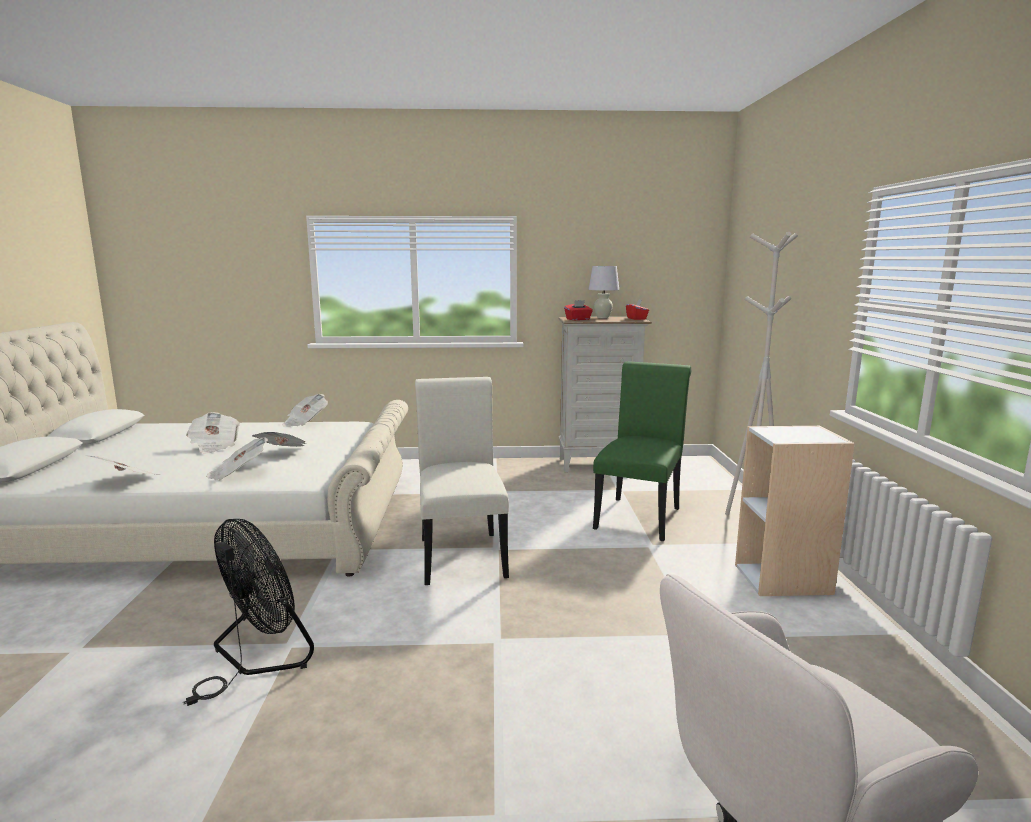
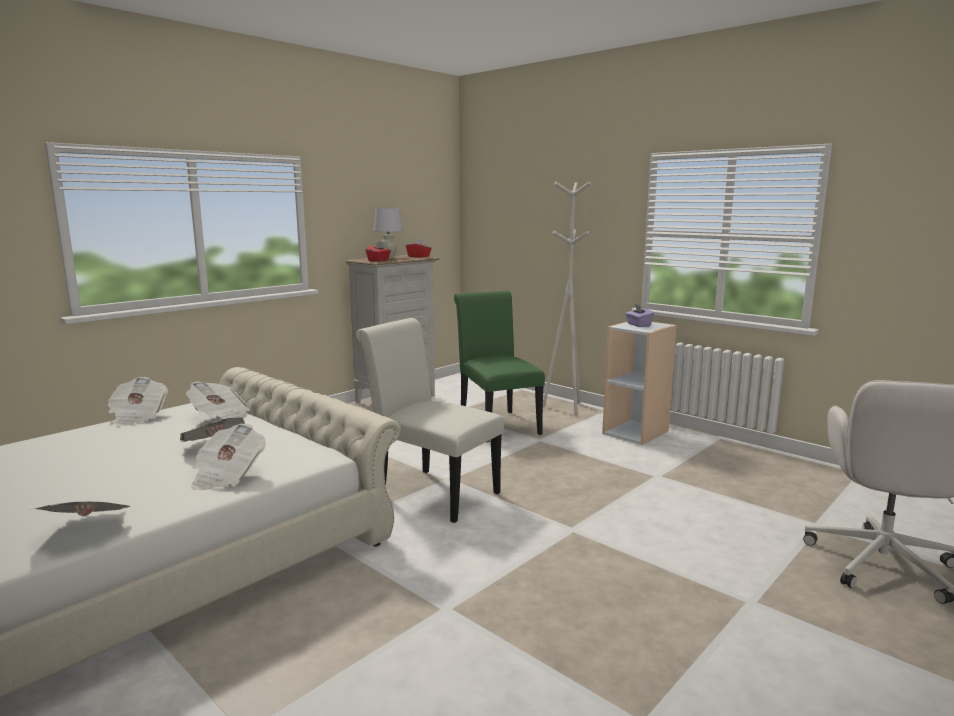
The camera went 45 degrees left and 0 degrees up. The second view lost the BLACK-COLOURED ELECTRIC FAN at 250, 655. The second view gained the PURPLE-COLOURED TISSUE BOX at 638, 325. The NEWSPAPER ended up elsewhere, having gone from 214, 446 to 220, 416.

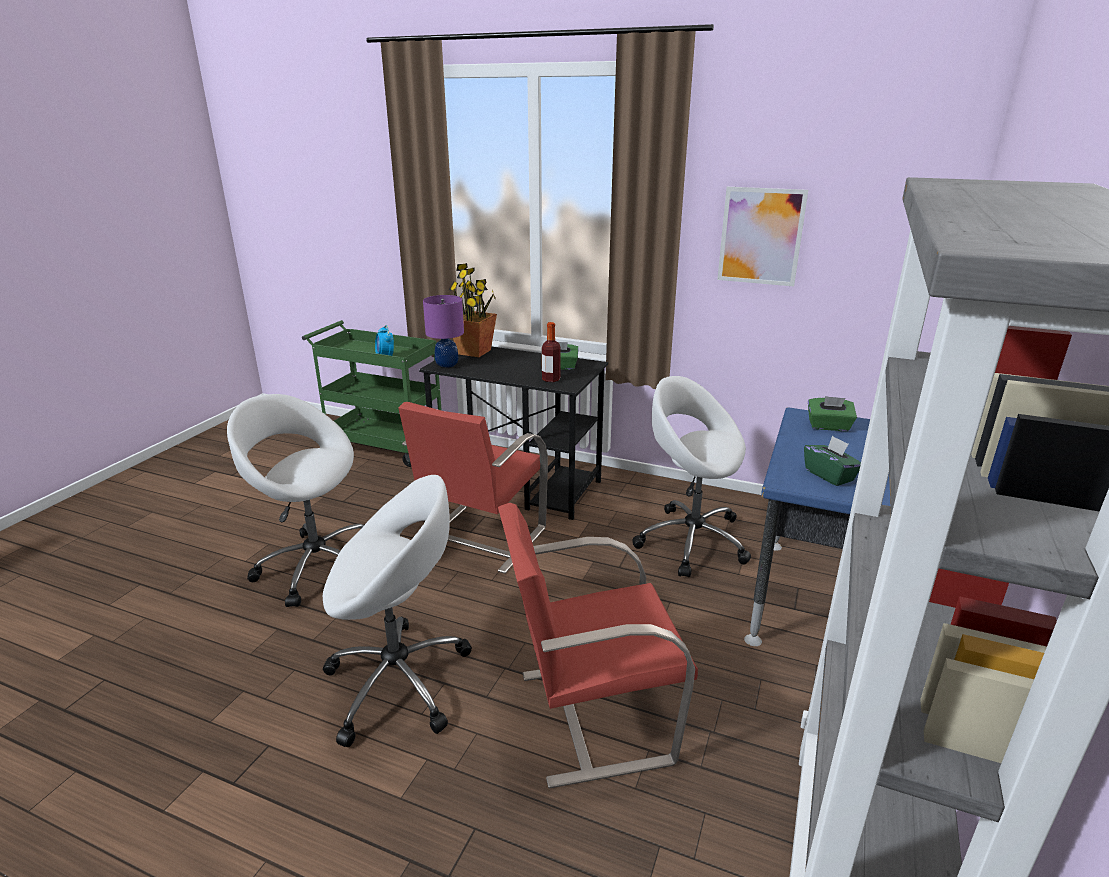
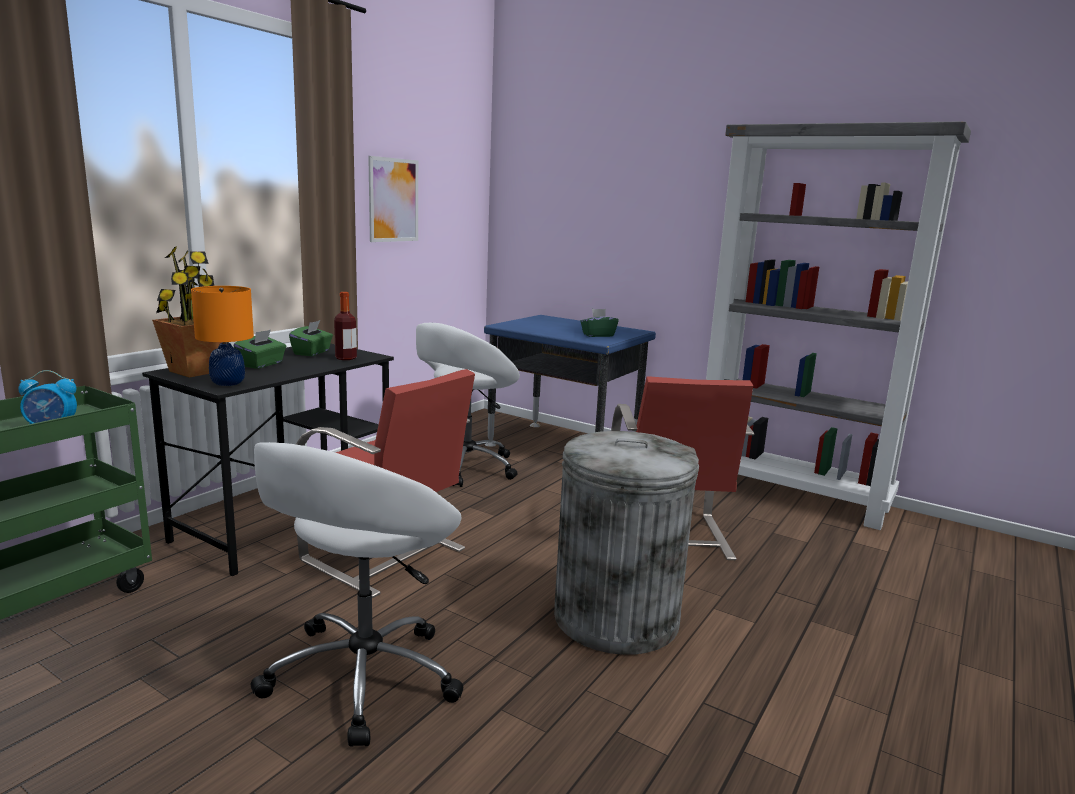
The camera went 80 degrees left and 10 degrees down. The GREENISH TISSUE BOX ended up elsewhere, having gone from 828, 426 to 261, 364. Where the WHITE-COLOURED OFFICE CHAIR stood at 401, 681, the GREYISH TRASH CAN came to stand at 616, 616. What was the PURPLE-COLOURED LAMP FOR A TABLE at 447, 365 turned into the ORANGE LAMP FOR A TABLE at 229, 383.

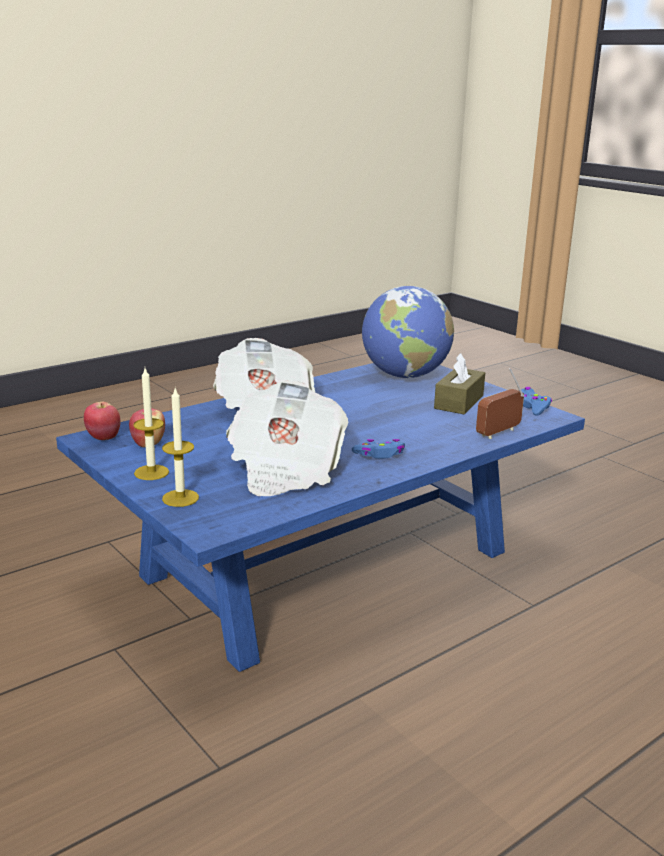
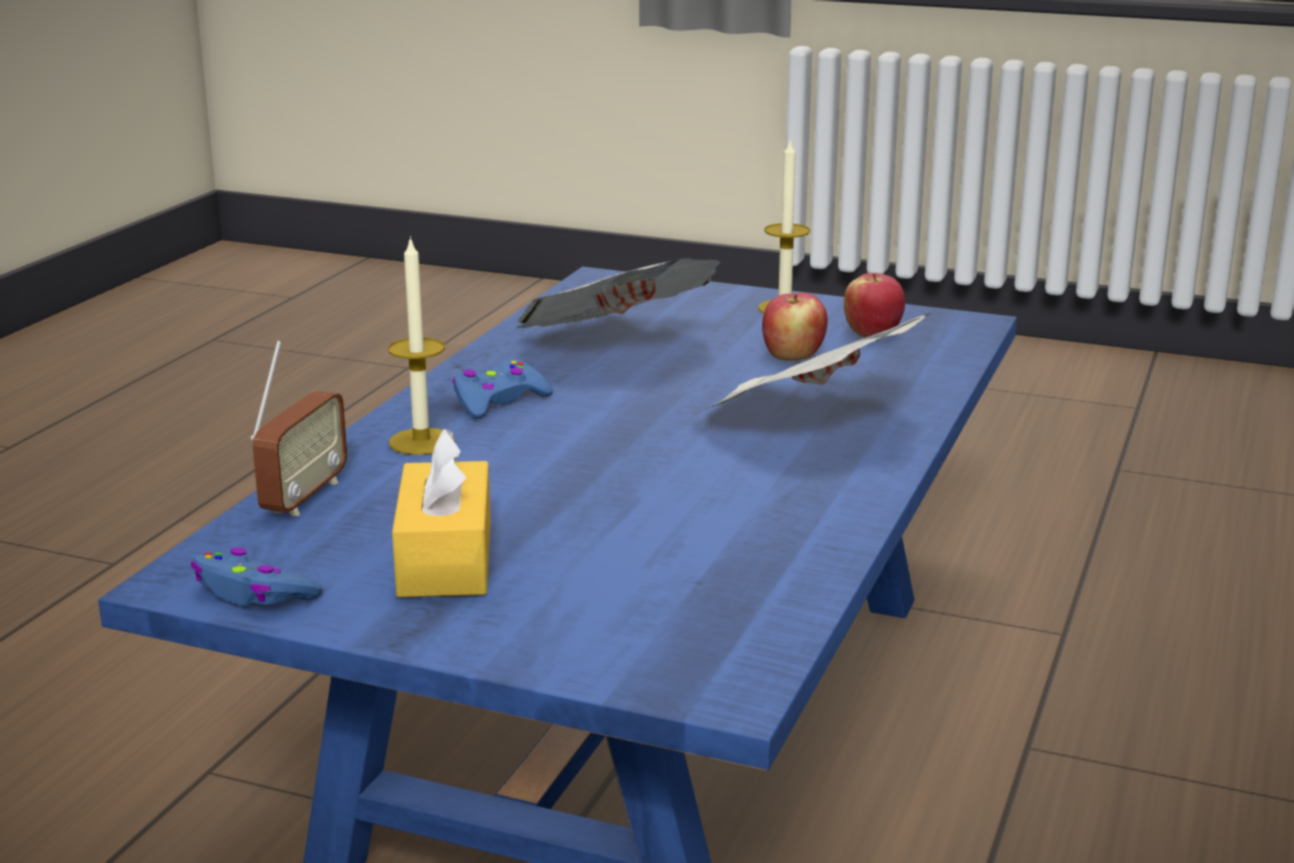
The camera went 150 degrees right and 0 degrees up. The second view lost the WORLD GLOBE at 405, 375. The APPLE FRUIT ended up elsewhere, having gone from 103, 437 to 792, 357. The WAX CANDLE ended up elsewhere, having gone from 180, 498 to 421, 441. What was the BROWNISH TISSUE BOX at 459, 402 turned into the YELLOW-COLOURED TISSUE BOX at 445, 558.

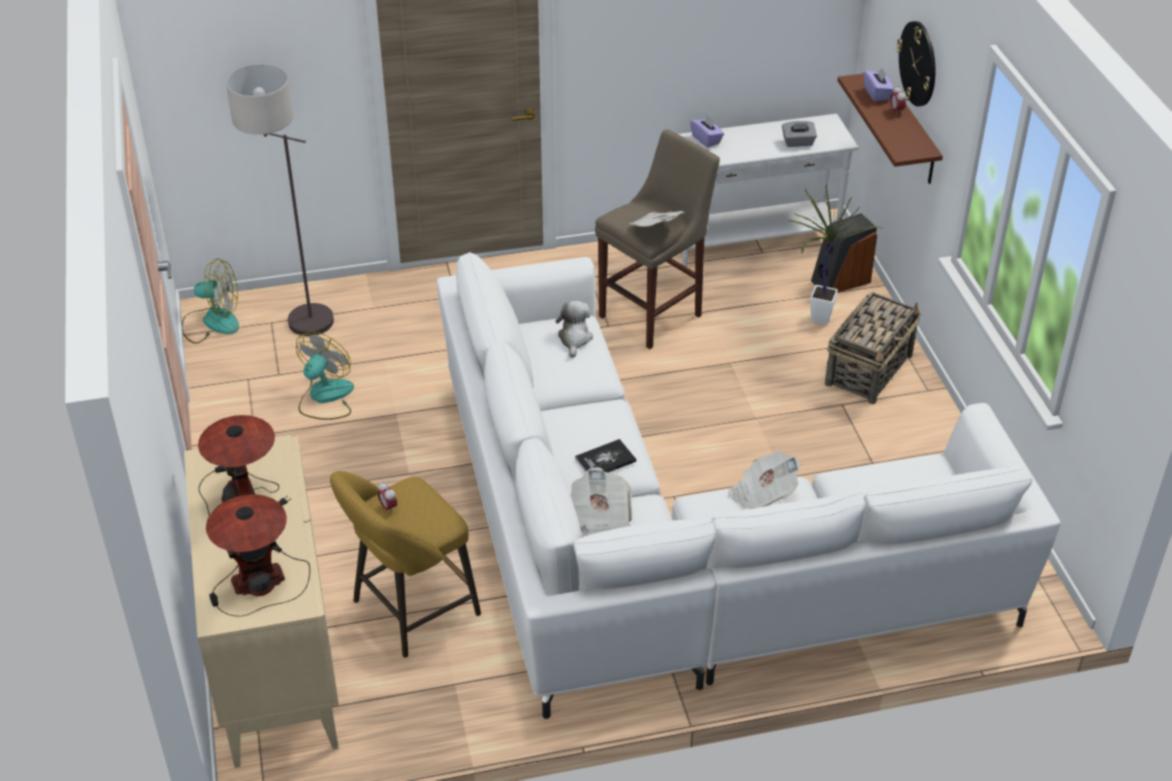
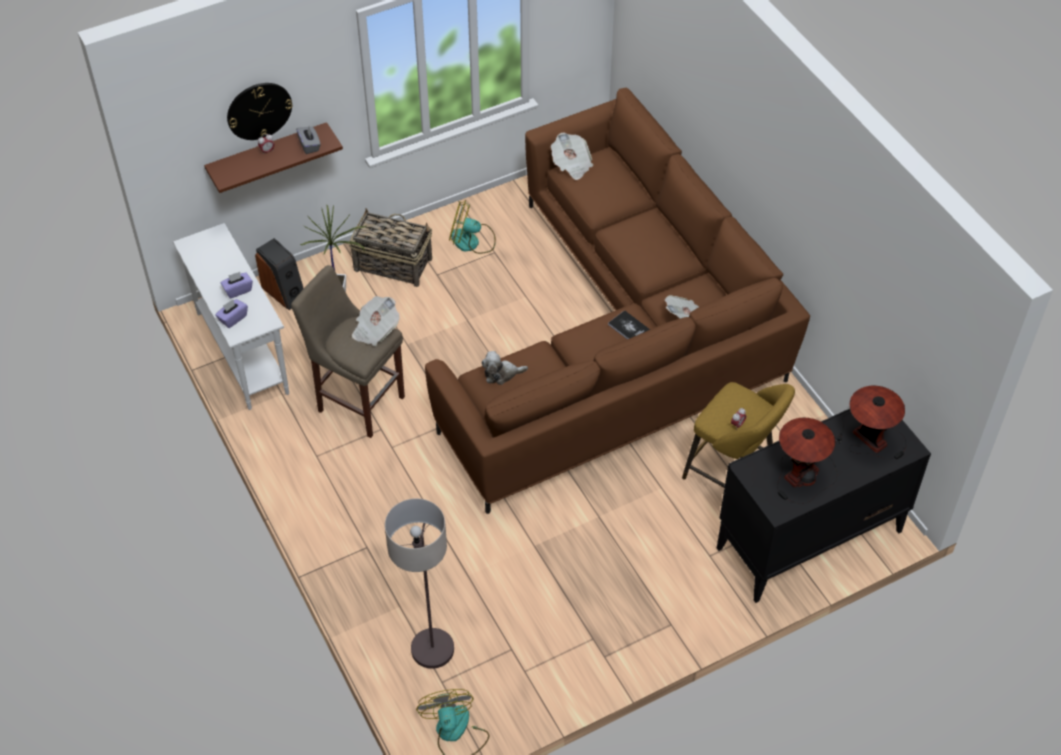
The camera went 105 degrees left and 10 degrees up. The ELECTRIC FAN ended up elsewhere, having gone from 325, 398 to 472, 241. The NEWSPAPER ended up elsewhere, having gone from 762, 494 to 571, 164. The GREYISH TISSUE BOX ended up elsewhere, having gone from 798, 142 to 309, 145. The PURPLE-COLOURED TISSUE BOX ended up elsewhere, having gone from 877, 94 to 238, 290. What was the BEIGE-COLOURED STORAGE CABINET at 276, 660 turned into the BLACK-COLOURED STORAGE CABINET at 808, 540. What was the WHITE-COLOURED COUCH at 673, 551 turned into the BROWNISH COUCH at 619, 343.

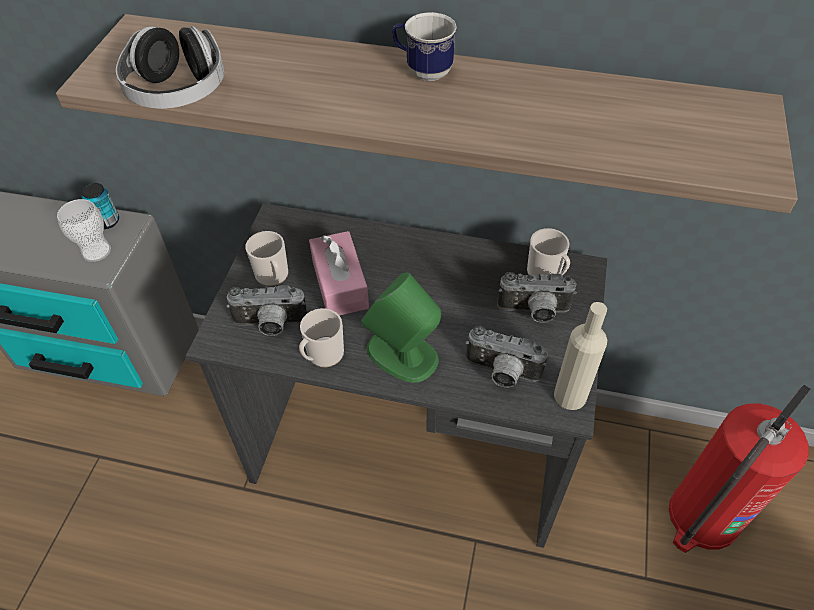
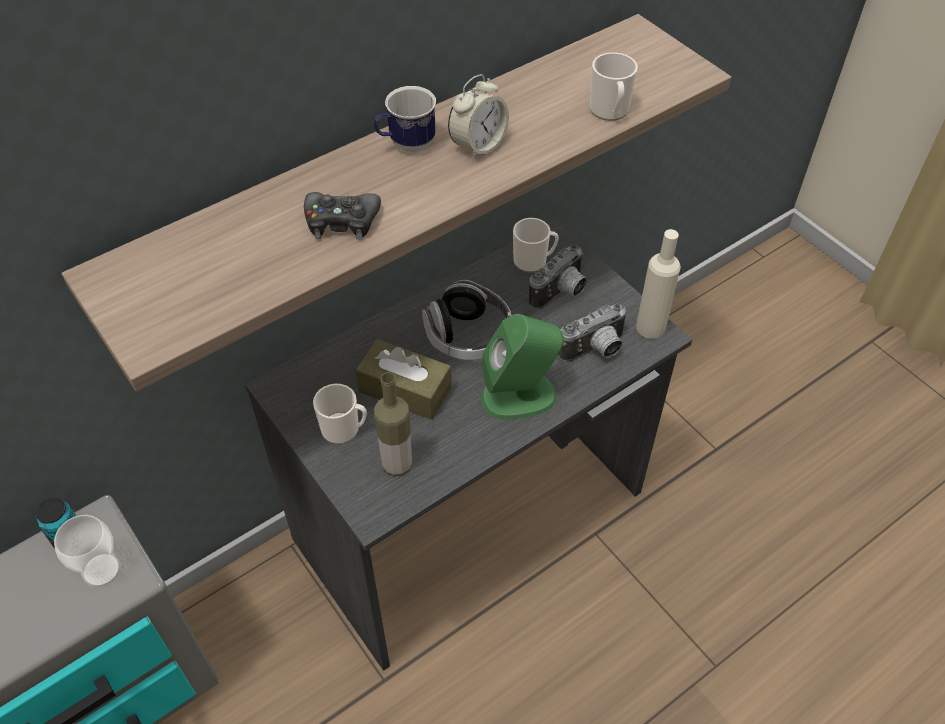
The camera went 50 degrees left and 0 degrees up. The second view lost the EXTINGUISHER at 702, 517. The second view gained the BLACK-COLOURED GAME CONTROLLER at 341, 221. The second view gained the BEDSIDE CLOCK at 478, 145. The PAIR OF HEADPHONES ended up elsewhere, having gone from 178, 92 to 468, 336. The MUG ended up elsewhere, having gone from 322, 355 to 610, 112. Where the STILL CAMERA stood at 270, 325, the BOTTLE came to stand at 397, 465. What was the PINK TISSUE BOX at 340, 284 turned into the BROWNISH TISSUE BOX at 405, 390.

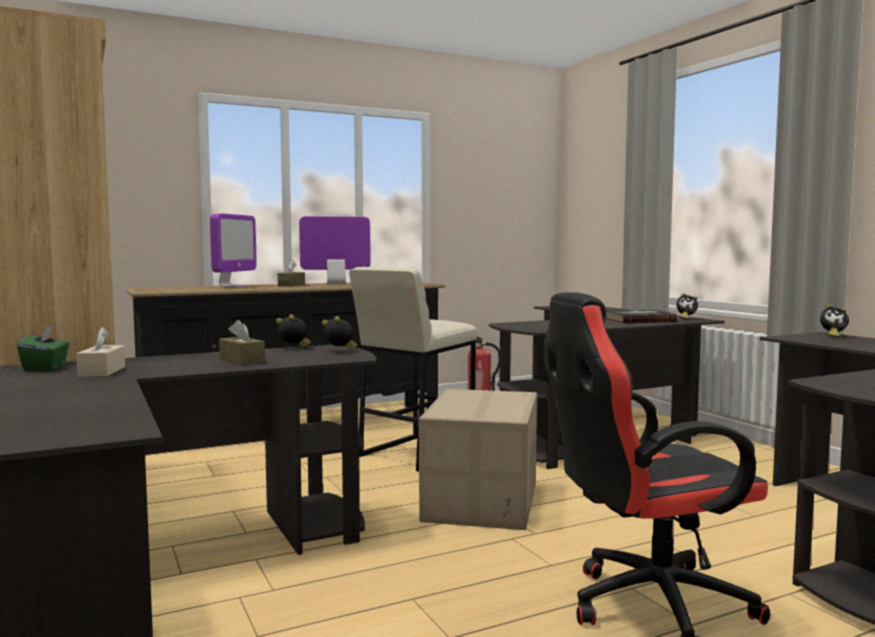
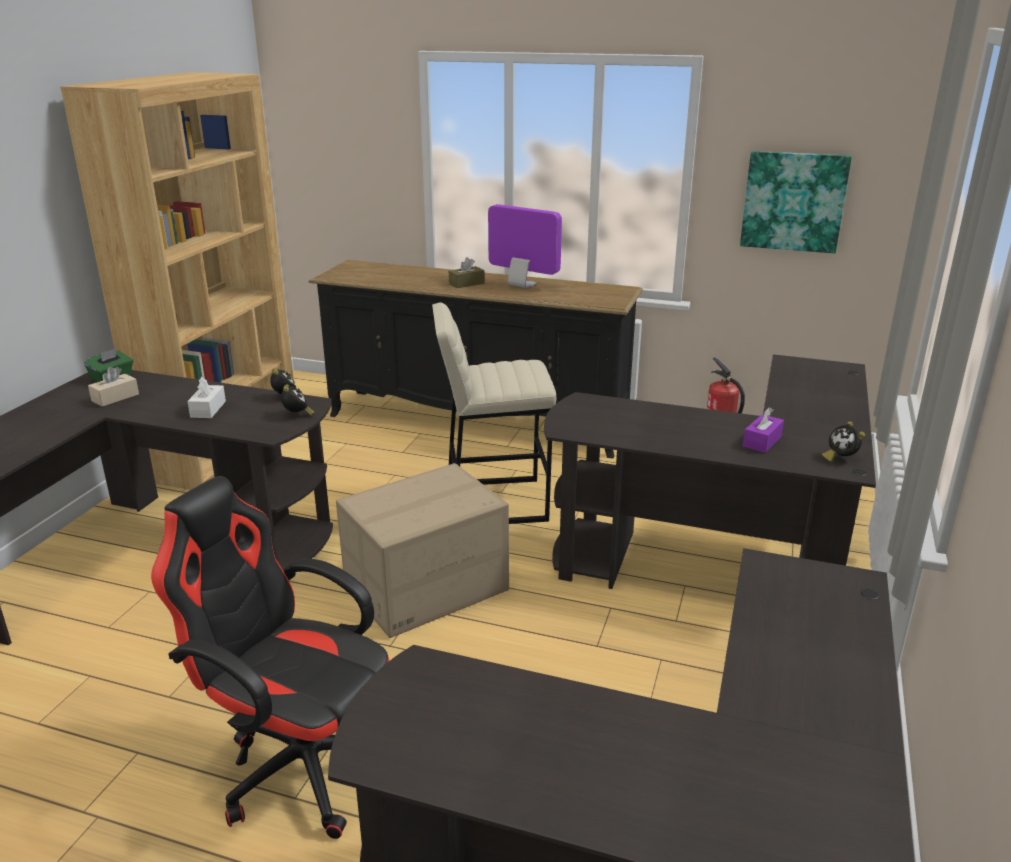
The camera went 45 degrees right and 20 degrees up. The second view lost the COMPUTER SCREEN at 233, 286. The second view lost the BEDSIDE CLOCK at 832, 336. The second view gained the PICTURE at 793, 201. Where the BOUND BOOK stood at 639, 320, the PURPLE-COLOURED TISSUE BOX came to stand at 762, 441. What was the BROWNISH TISSUE BOX at 242, 360 turned into the WHITE-COLOURED TISSUE BOX at 208, 409.

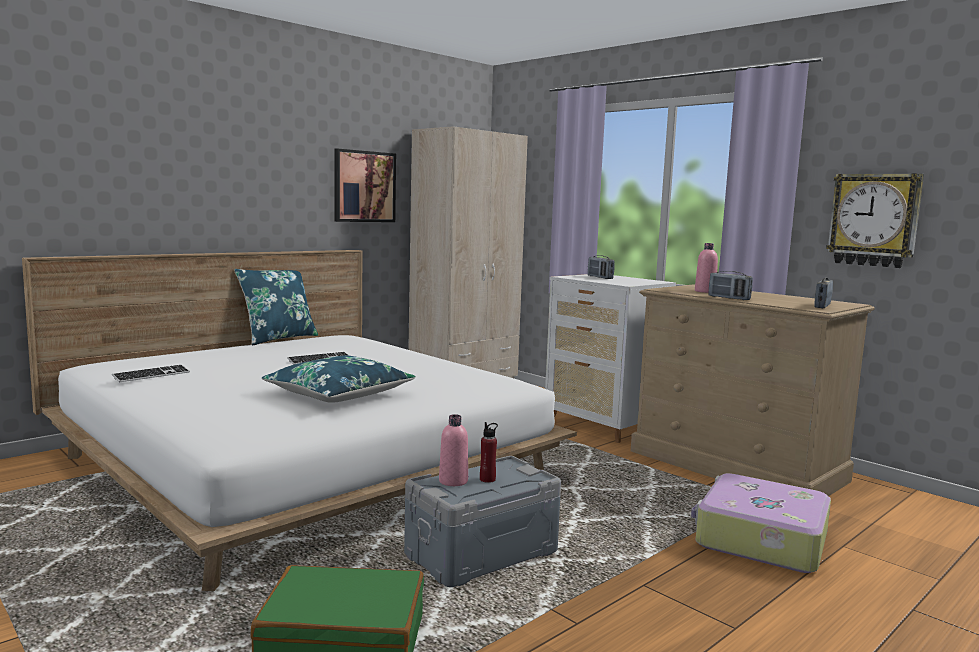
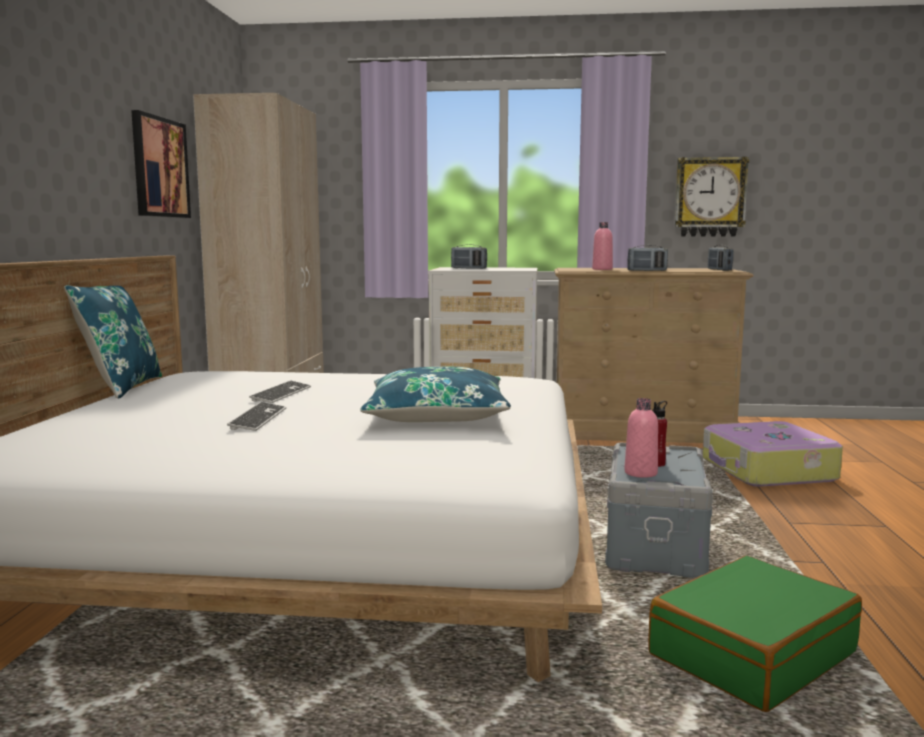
The camera went 40 degrees left and 0 degrees up. The KEYBOARD ended up elsewhere, having gone from 151, 375 to 258, 419.

